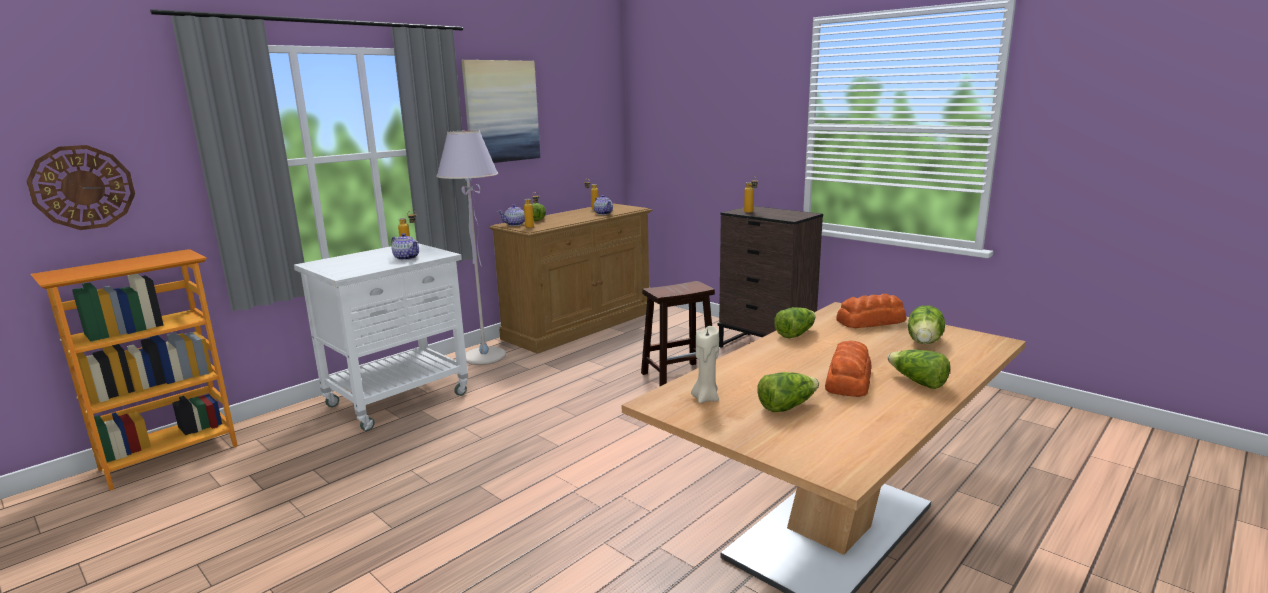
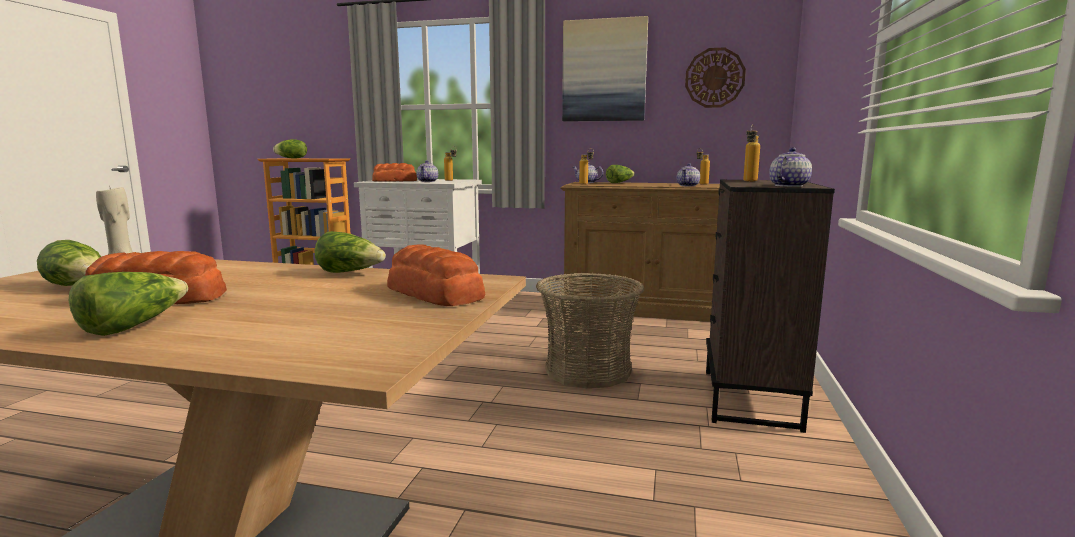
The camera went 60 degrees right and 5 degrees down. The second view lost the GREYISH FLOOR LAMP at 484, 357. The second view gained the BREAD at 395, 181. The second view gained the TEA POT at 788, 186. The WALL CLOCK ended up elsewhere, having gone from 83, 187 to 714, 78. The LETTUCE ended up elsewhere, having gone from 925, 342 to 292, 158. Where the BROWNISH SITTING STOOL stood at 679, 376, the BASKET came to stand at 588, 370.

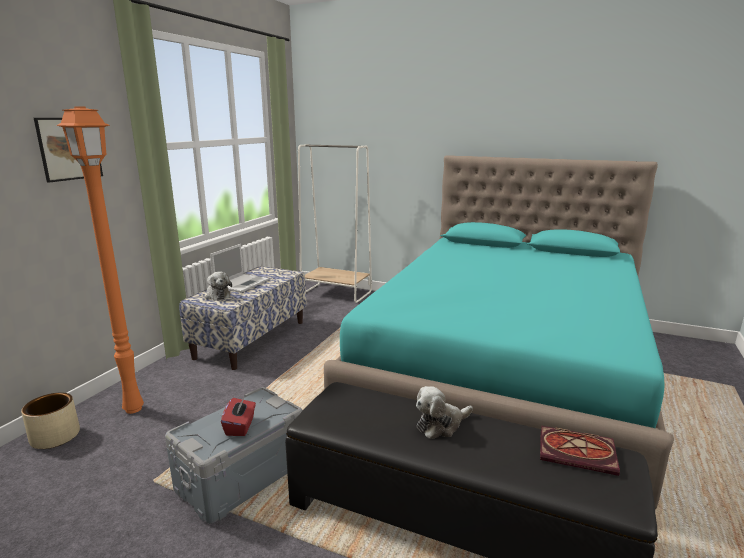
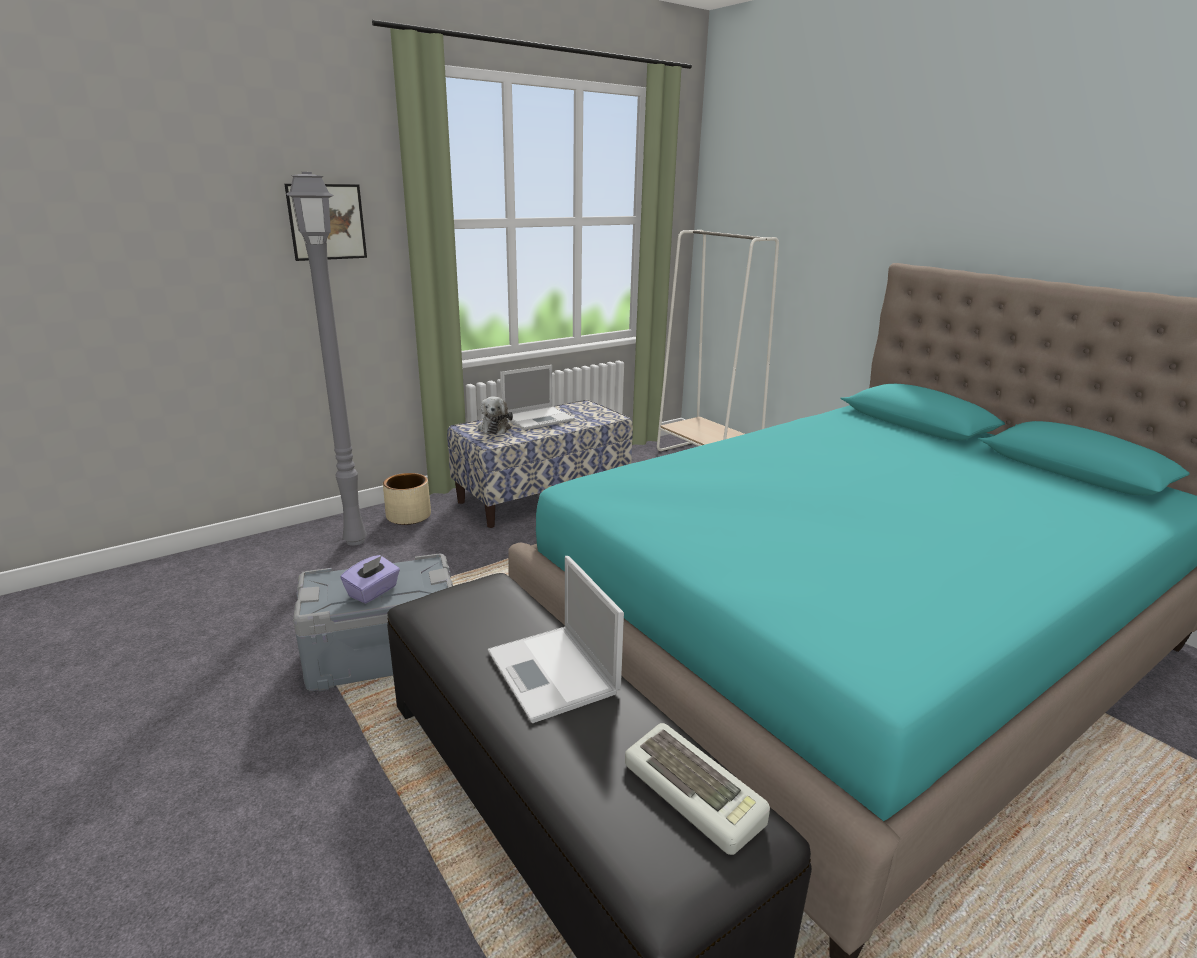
The camera went 30 degrees right and 5 degrees up. The BEIGE-COLOURED PLANT POT ended up elsewhere, having gone from 55, 436 to 409, 516. Where the PLUSH TOY stood at 441, 425, the NOTEBOOK COMPUTER came to stand at 554, 673. Where the BOUND BOOK stood at 578, 452, the KEYBOARD came to stand at 696, 793. What was the ORANGE FLOOR LAMP at 131, 409 turned into the GREYISH FLOOR LAMP at 353, 540. What was the RED TISSUE BOX at 240, 426 turned into the PURPLE-COLOURED TISSUE BOX at 373, 592.

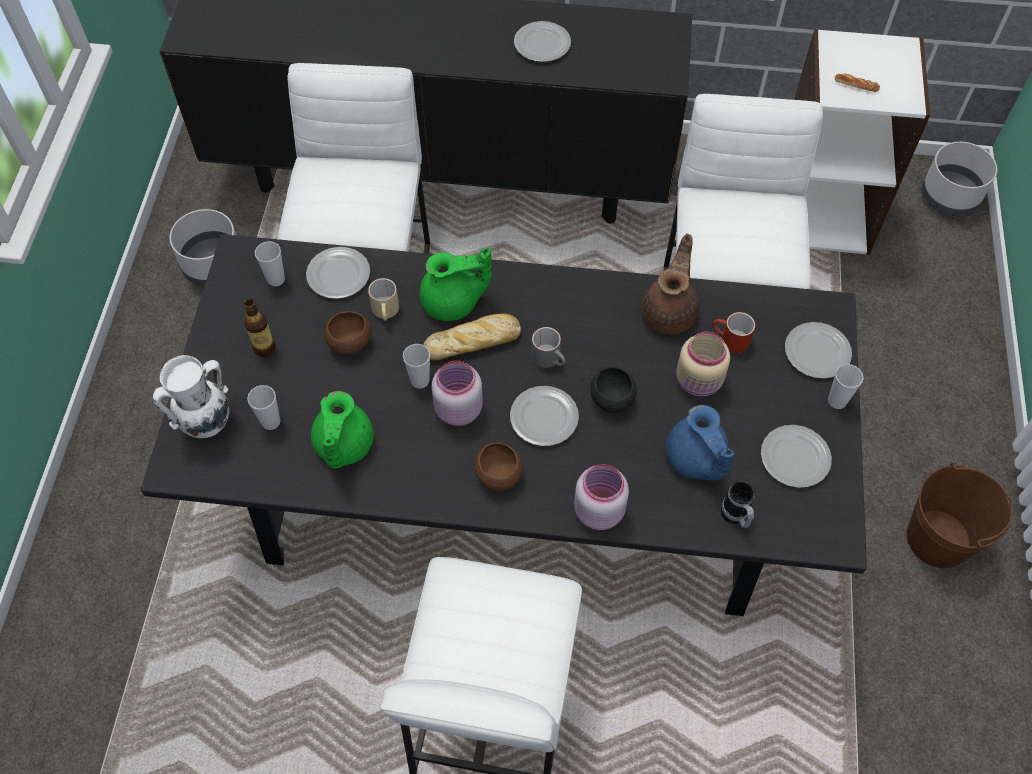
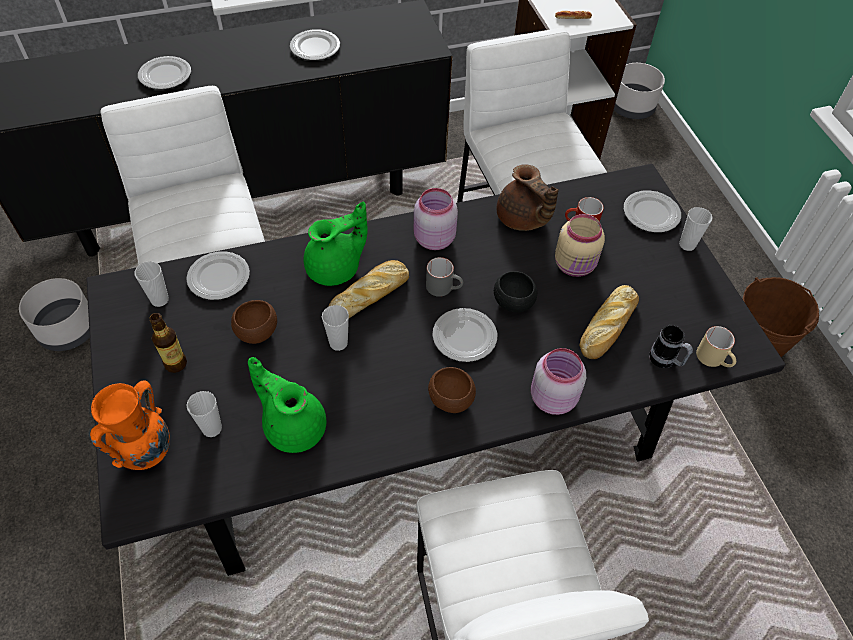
The camera went 25 degrees left and 5 degrees down. The BEIGE-COLOURED MUG ended up elsewhere, having gone from 386, 312 to 714, 359. The PINK STORAGE JAR ended up elsewhere, having gone from 457, 409 to 433, 239. The PLATE ended up elsewhere, having gone from 795, 457 to 165, 75. Where the BLUE-COLOURED TEA POT stood at 696, 460, the BREAD came to stand at 607, 327. What was the WHITE-COLOURED FLOWER VASE at 206, 424 turned into the ORANGE FLOWER VASE at 146, 454. The GREENISH TEA POT at 343, 446 ended up facing another way, 150 degrees clockwise from before. The BROWNISH TEA POT at 670, 312 ended up facing another way, 150 degrees clockwise from before.

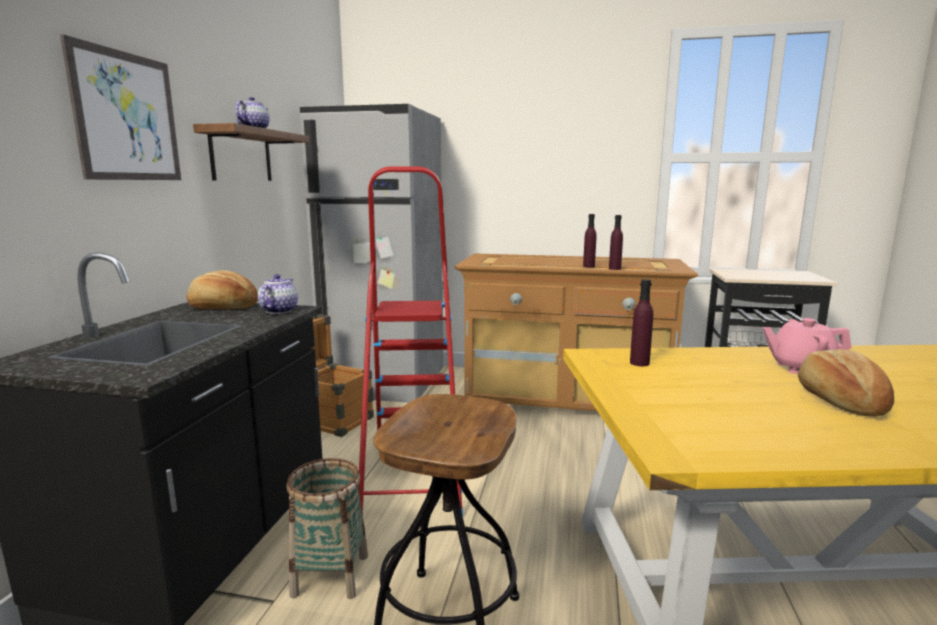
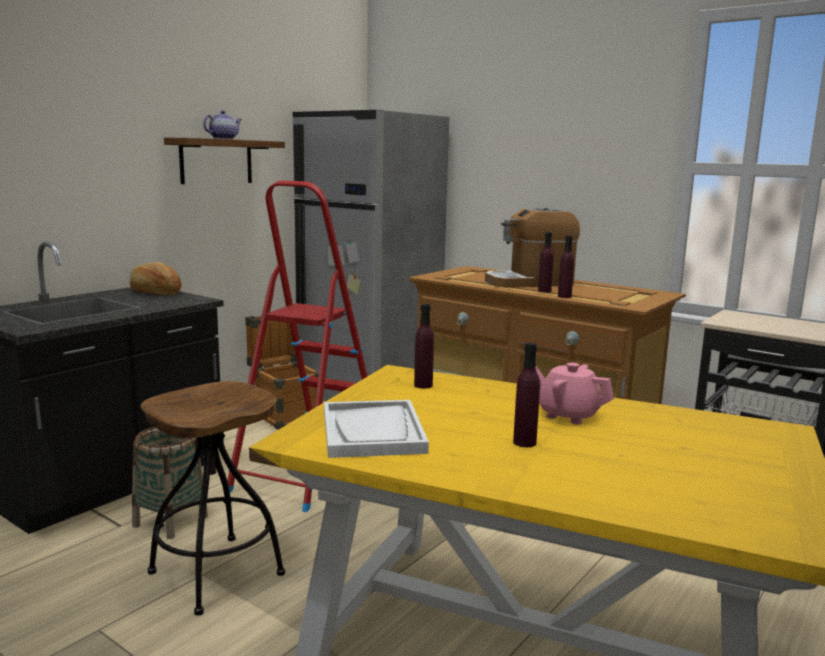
The camera went 25 degrees right and 0 degrees up. The second view lost the PICTURE at 127, 117. The second view lost the TEA POT at 279, 310. The second view gained the WHITE-COLOURED CARRYING TRAY at 373, 432. The second view gained the COFFEE MACHINE at 529, 282. Where the BREAD stood at 839, 401, the PURPLE-COLOURED BOTTLE came to stand at 524, 442.

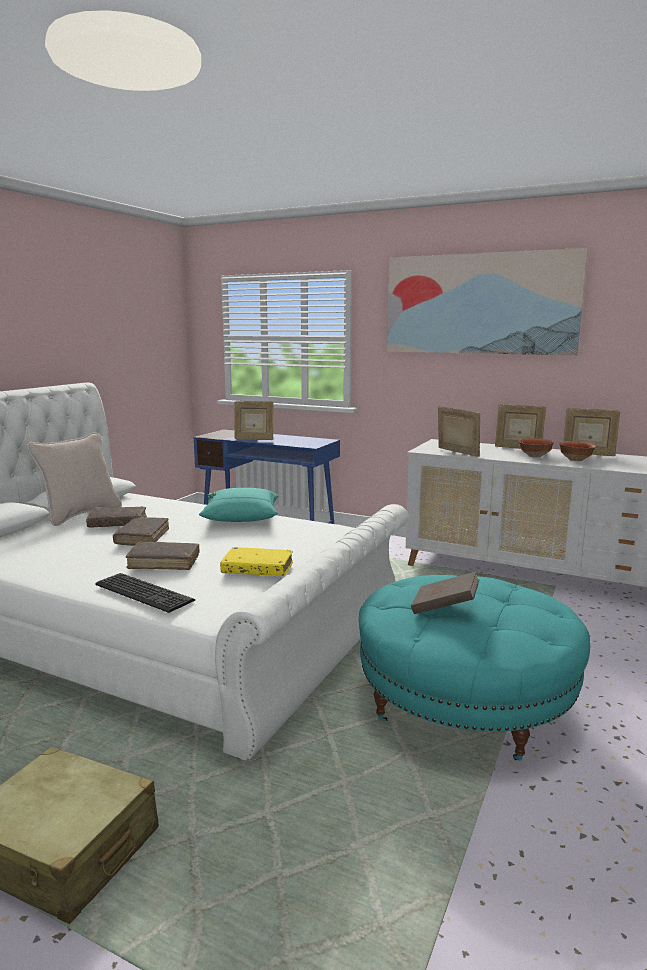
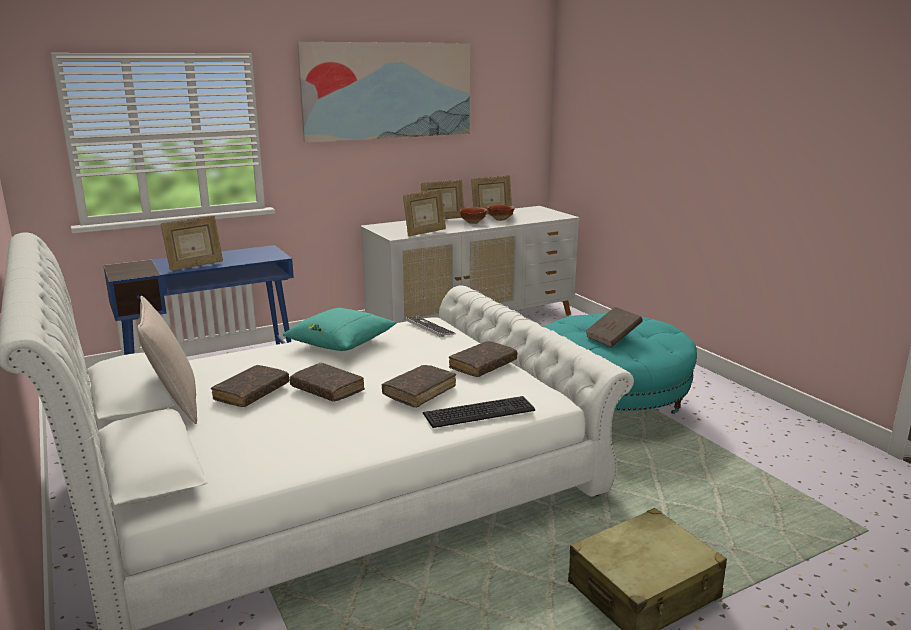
The camera went 55 degrees left and 5 degrees up. The second view gained the KEYBOARD at 429, 327. What was the YELLOW-COLOURED BOUND BOOK at 257, 569 turned into the BROWNISH BOUND BOOK at 483, 365. The PICTURE FRAME at 457, 453 ended up facing another way, 150 degrees clockwise from before.

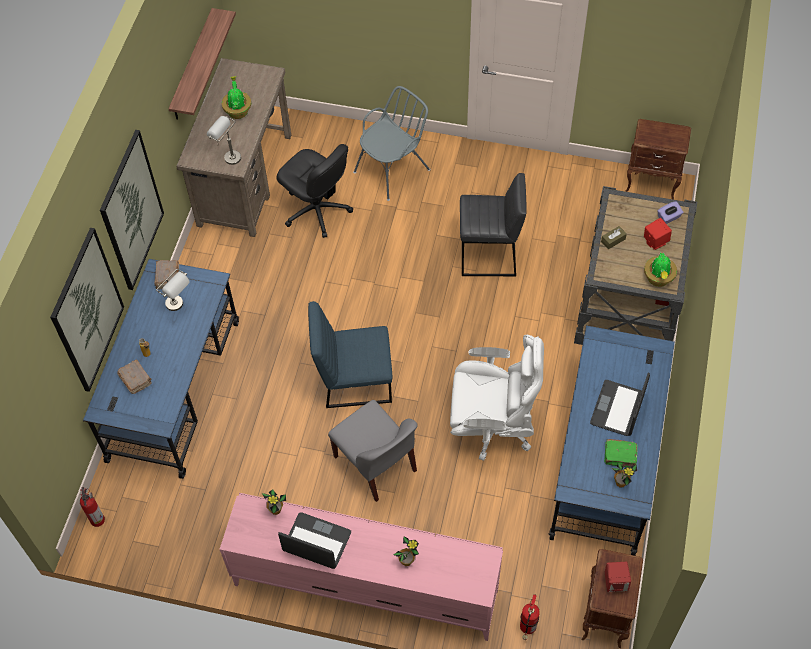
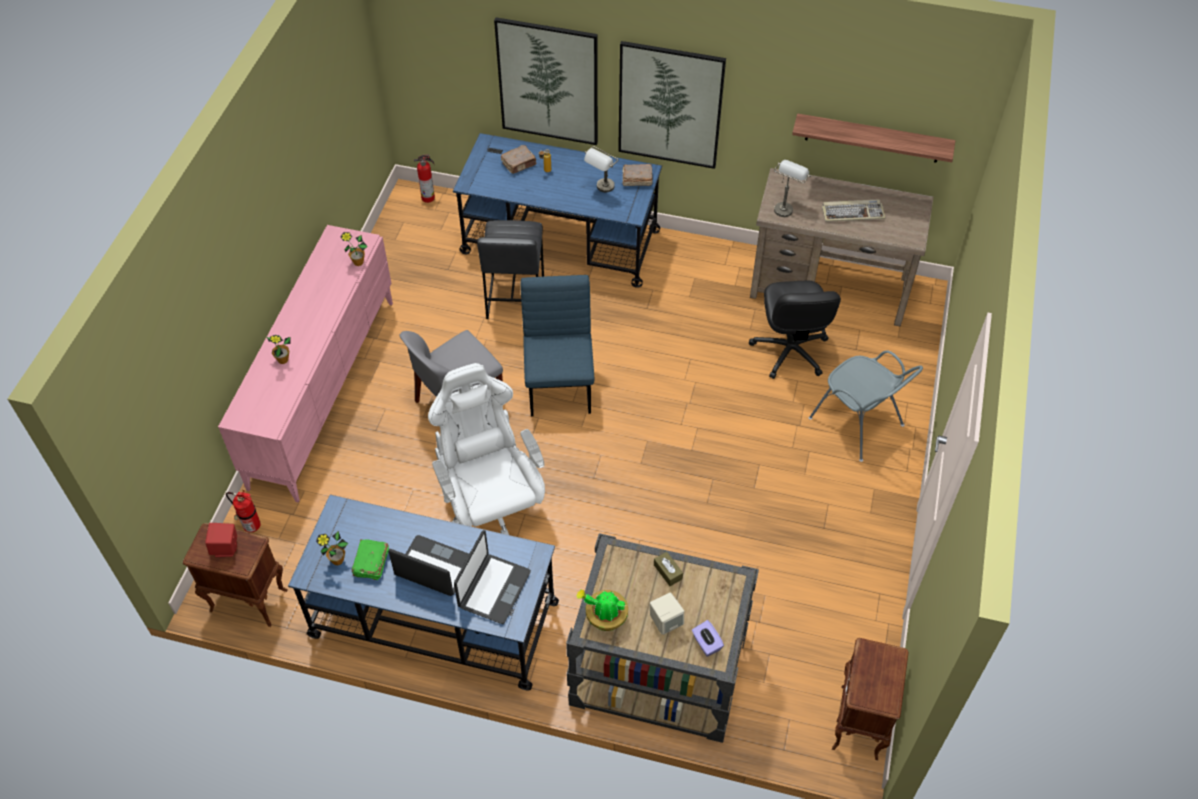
The camera went 90 degrees right and 5 degrees down. The NOTEBOOK COMPUTER ended up elsewhere, having gone from 316, 542 to 493, 589. The GREYISH SITTING STOOL ended up elsewhere, having gone from 489, 256 to 515, 298. Where the PLANT IN A POT stood at 238, 111, the KEYBOARD came to stand at 853, 212. What was the RED LOUDSPEAKER at 655, 241 turned into the BEIGE-COLOURED LOUDSPEAKER at 666, 621. The BLACK-COLOURED OFFICE CHAIR at 317, 210 ended up facing another way, 45 degrees counterclockwise from before. The WHITE-COLOURED OFFICE CHAIR at 491, 426 ended up facing another way, 150 degrees clockwise from before.

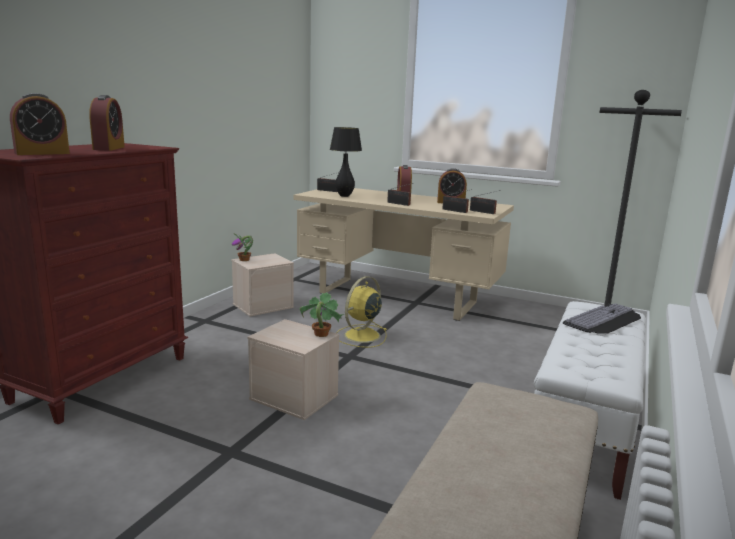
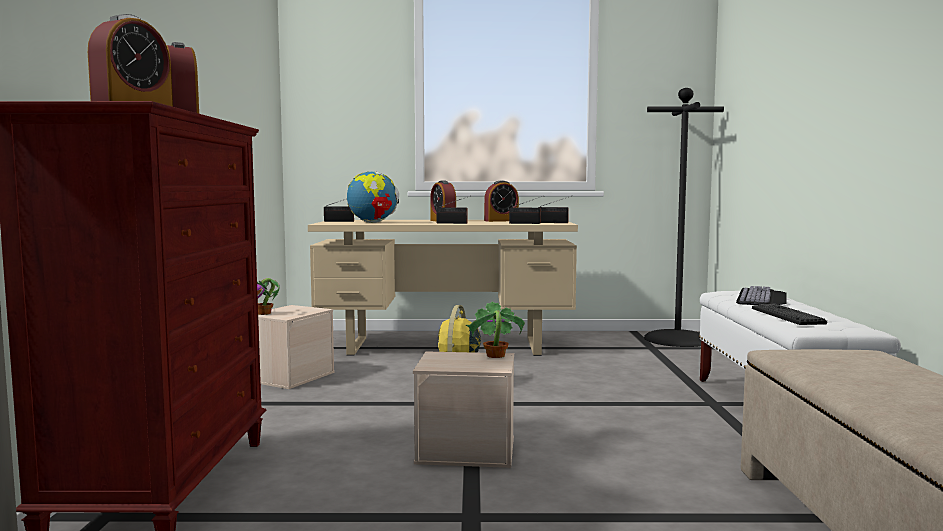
The camera went 25 degrees left and 10 degrees down. The second view gained the KEYBOARD at 787, 316. Where the BLACK-COLOURED LAMP FOR A TABLE stood at 344, 196, the WORLD GLOBE came to stand at 373, 222.

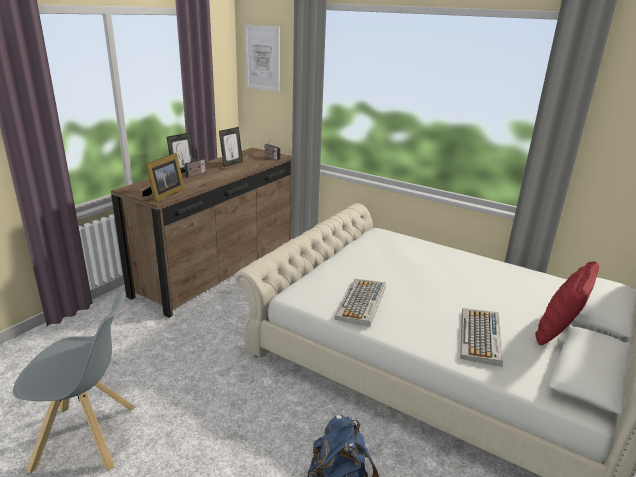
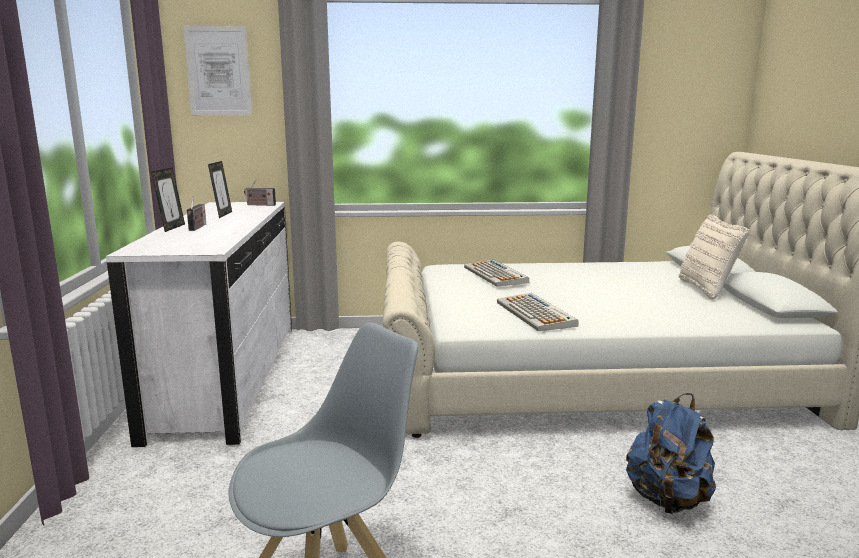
The camera went 35 degrees left and 10 degrees down. The second view lost the PICTURE FRAME at 164, 194. The KEYBOARD ended up elsewhere, having gone from 481, 337 to 496, 275. What was the BROWNISH CHEST OF DRAWERS at 219, 268 turned into the WHITE-COLOURED CHEST OF DRAWERS at 230, 376. What was the RED CUSHION at 558, 332 turned into the BEIGE-COLOURED CUSHION at 707, 290.

